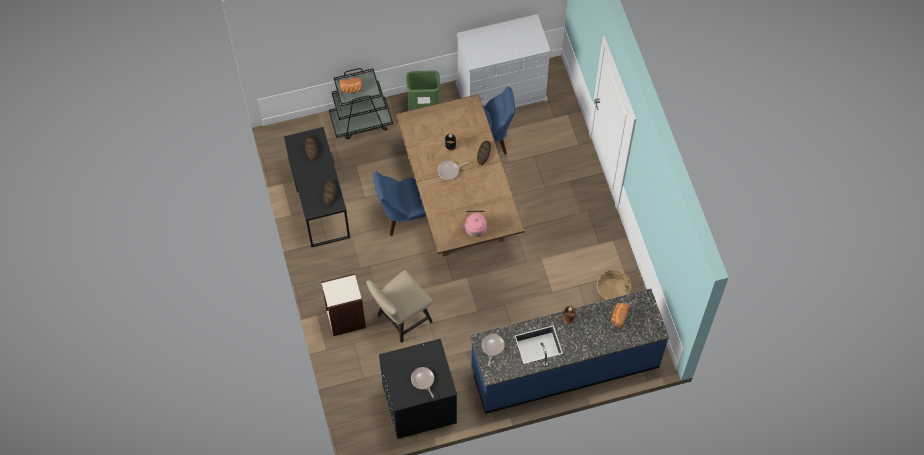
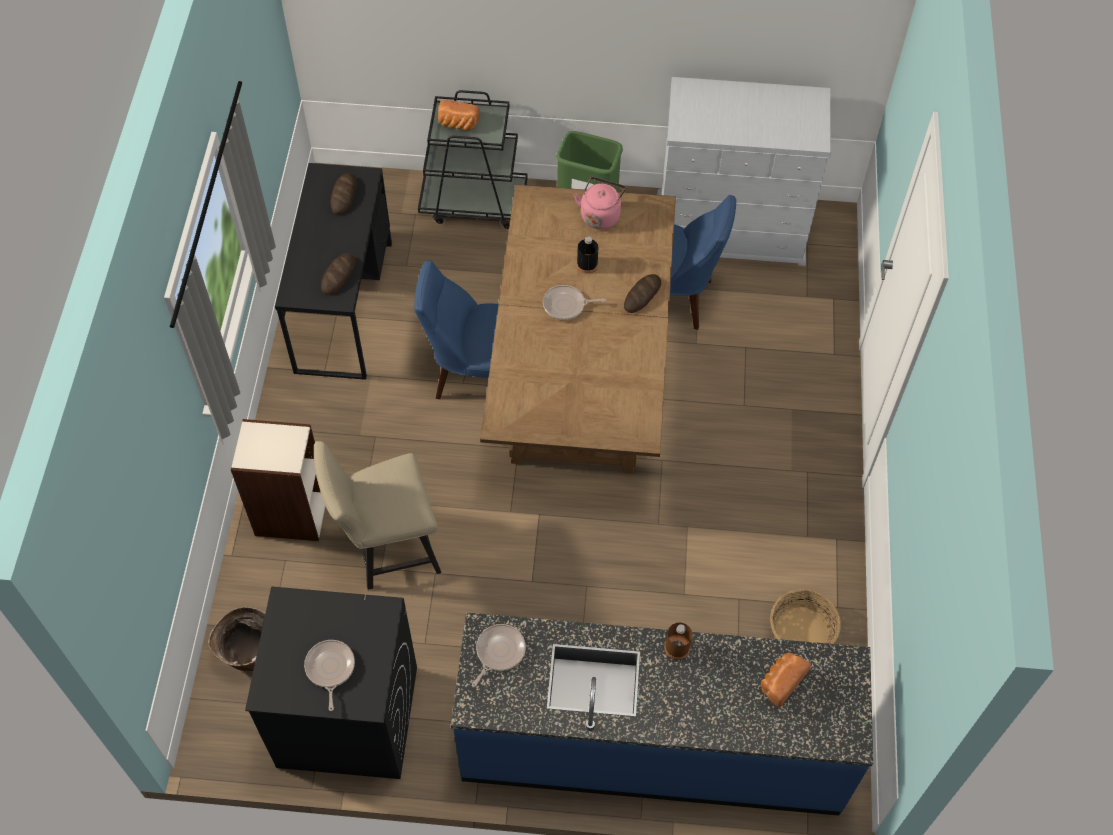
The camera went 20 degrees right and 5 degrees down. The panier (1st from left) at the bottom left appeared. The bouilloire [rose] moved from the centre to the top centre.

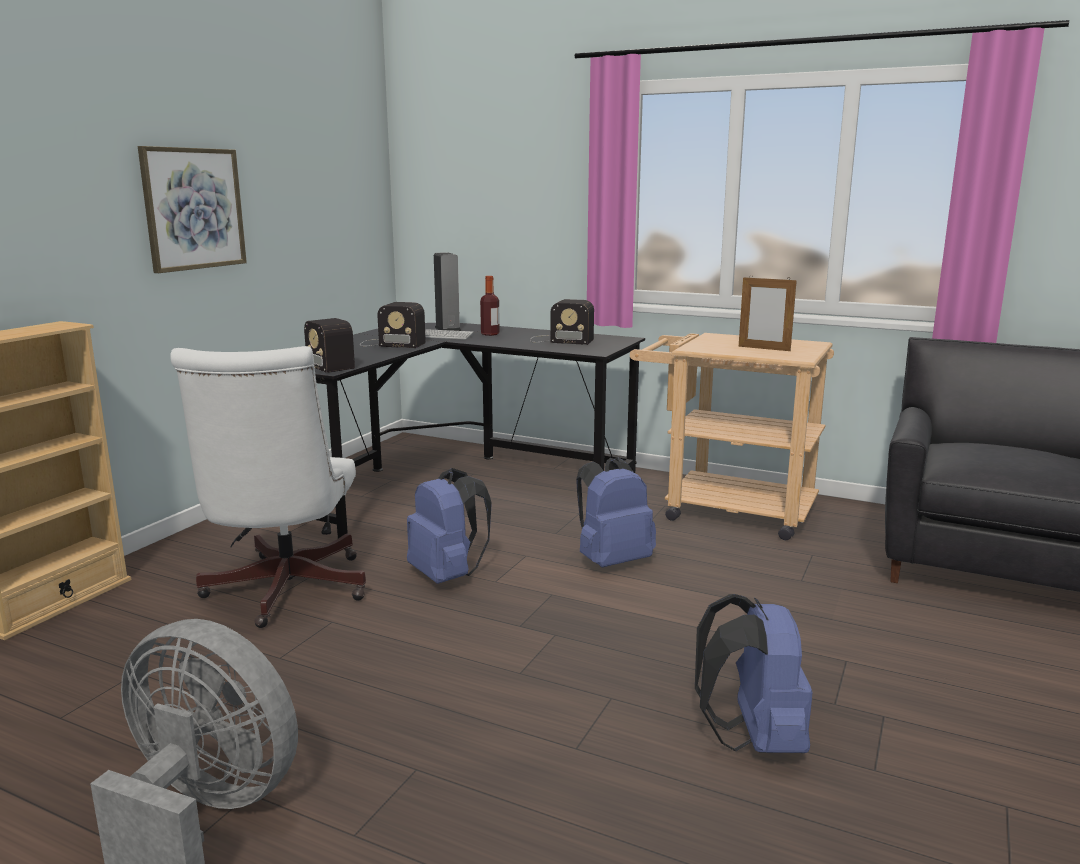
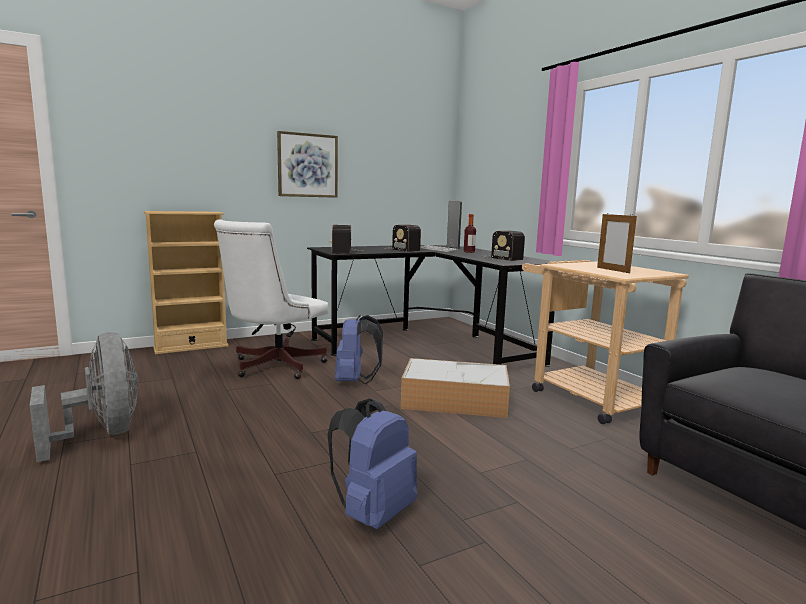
The camera went 35 degrees right and 5 degrees down. The sac à dos [bleu] (2nd from left) at the centre was replaced by the boîte de rangement at the centre.

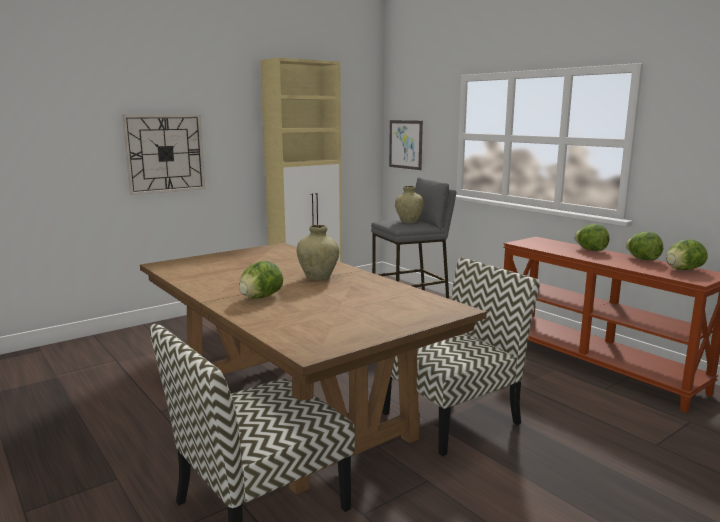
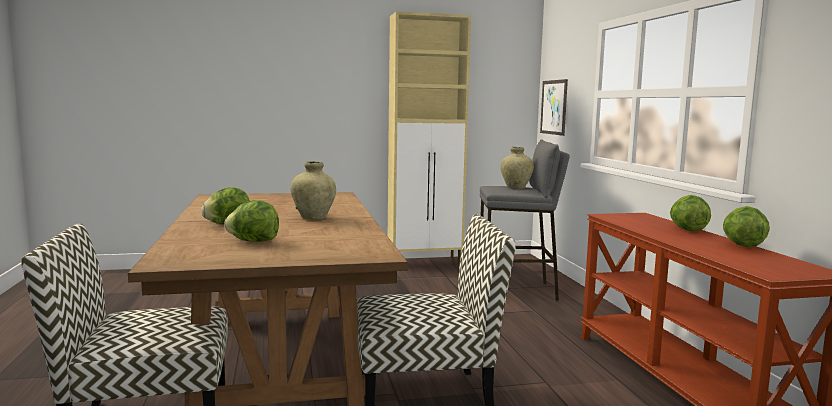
The camera went 25 degrees right and 5 degrees down. The laitue (4th from left in the first image) moved from the middle right to the middle left. The horloge murale at the top left disappeared.

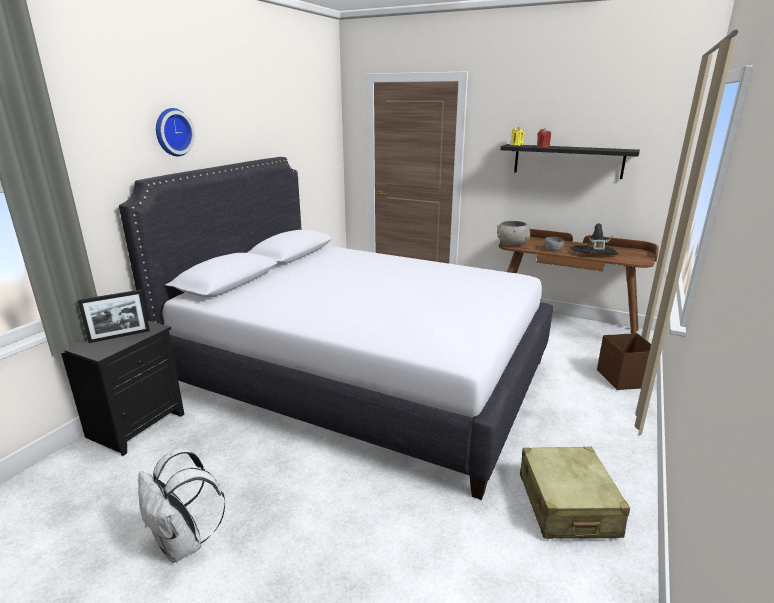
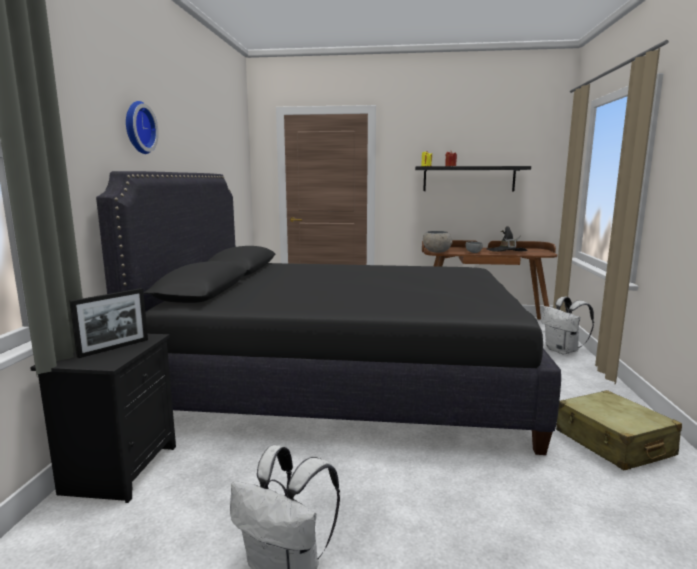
The camera went 20 degrees left and 10 degrees down. The lit [blanc] at the centre became the lit [noir] at the centre. The boîte de rangement [marron] at the middle right was replaced by the sac à dos [blanc] (2nd from left) at the middle right.

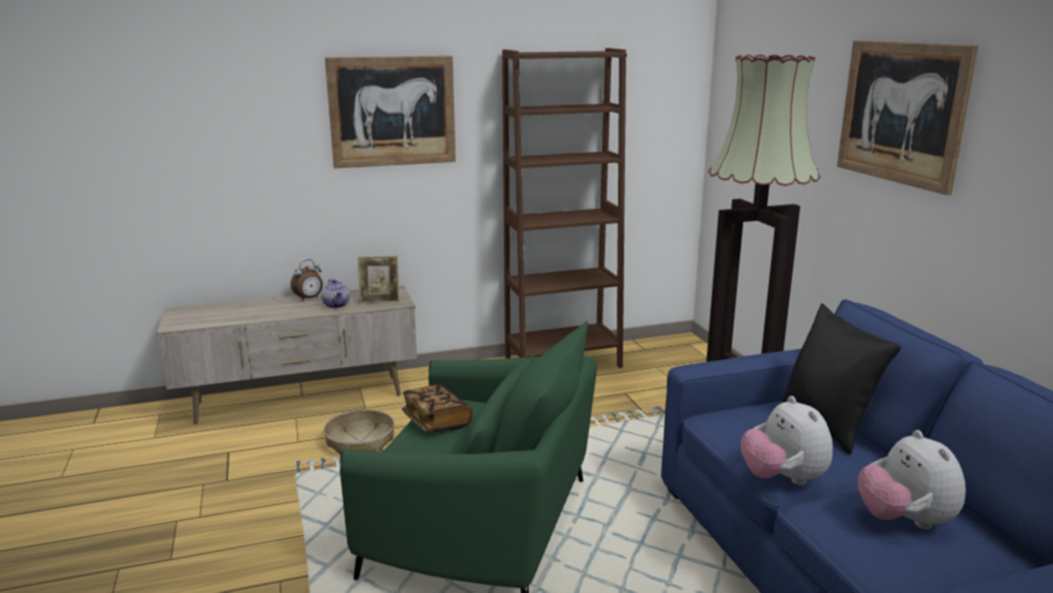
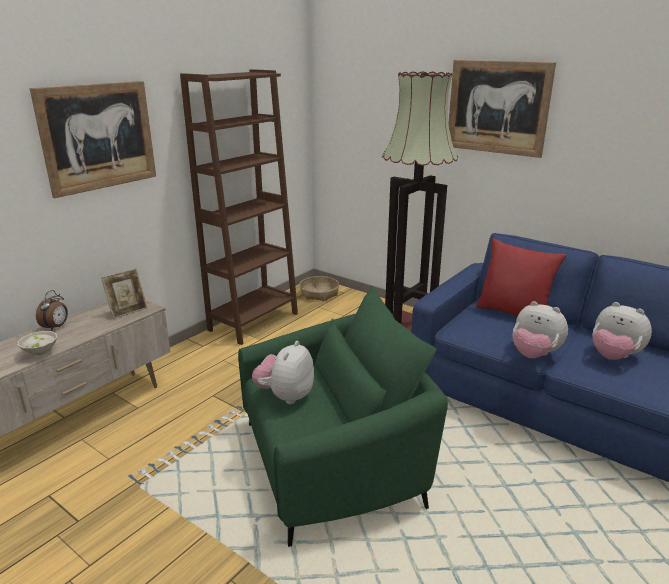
The camera went 35 degrees left and 5 degrees up. The bol [blanc] at the middle left appeared. The livre at the bottom centre was replaced by the peluche (1st from left) at the centre. The panier moved from the bottom centre to the centre. The coussin [noir] at the middle right became the coussin [rouge] at the middle right. The théière at the middle left disappeared.

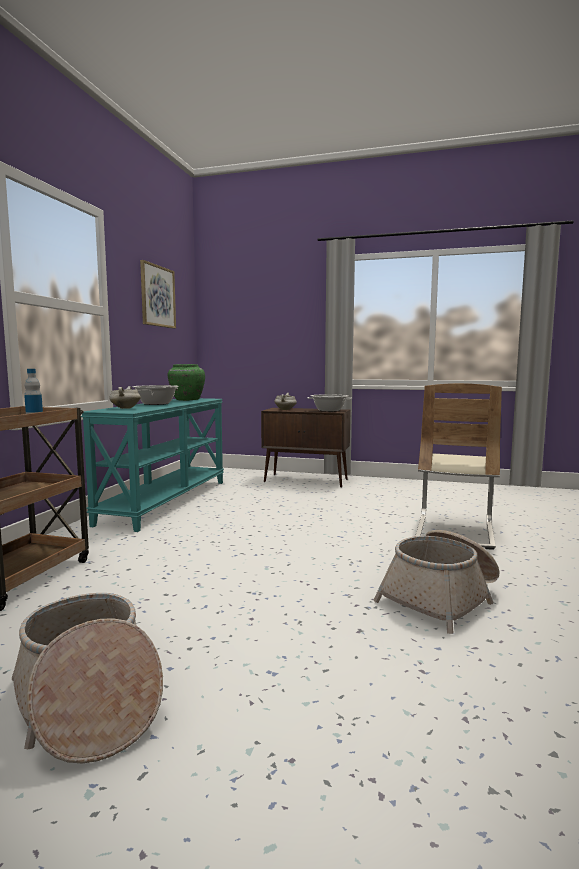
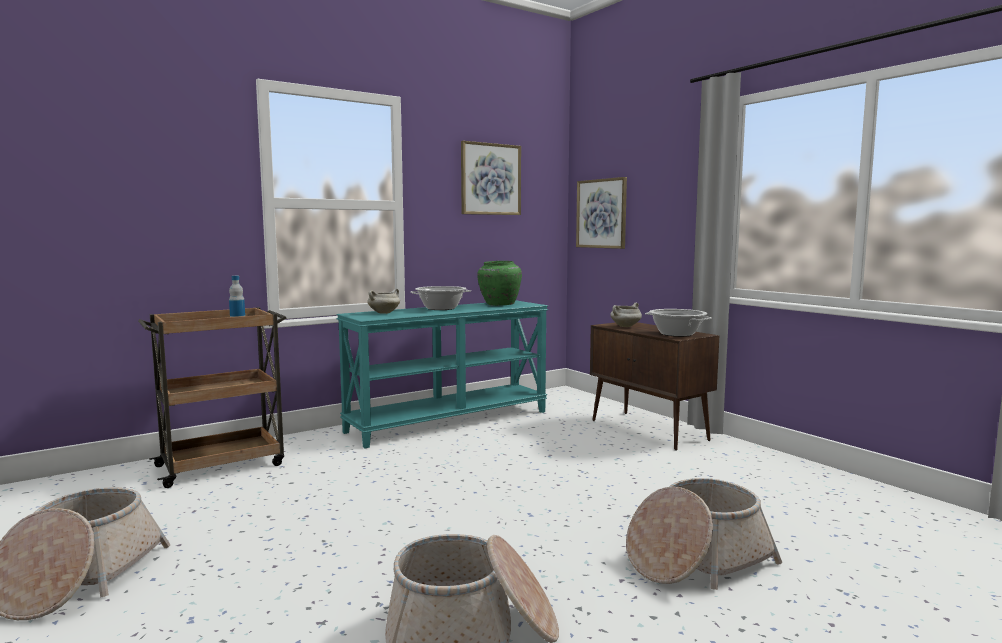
The camera went 40 degrees right and 0 degrees up. The tableau (2nd from left) at the top centre appeared. The chaise [beige] at the middle right was replaced by the panier (3rd from left) at the bottom right.

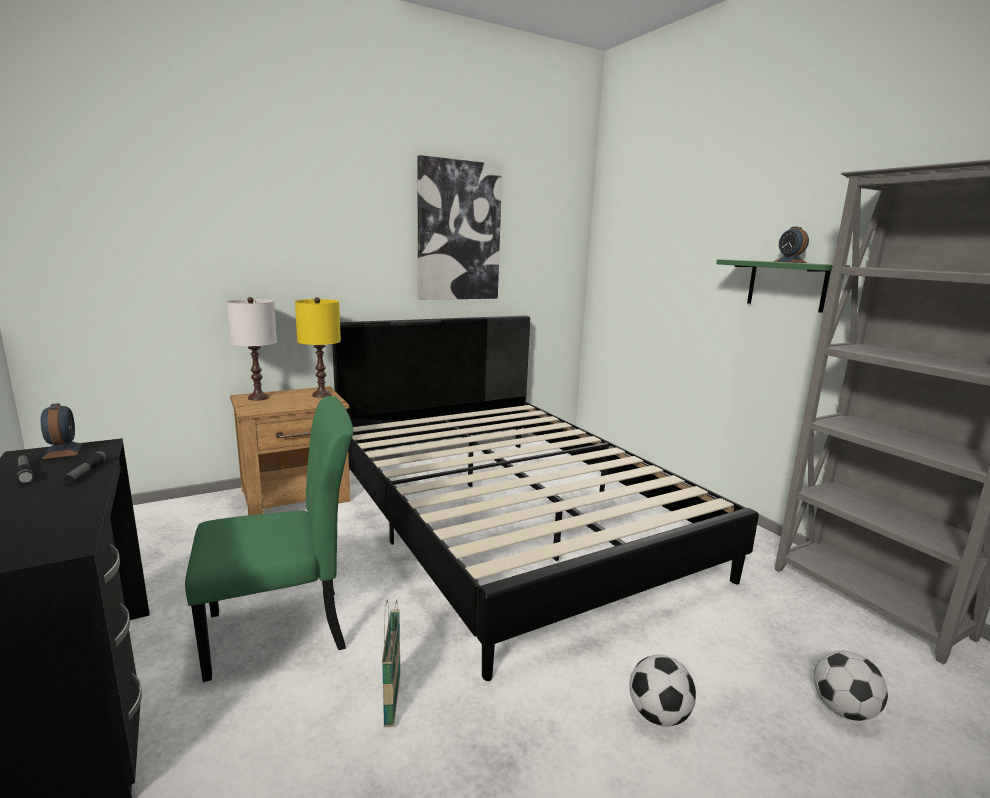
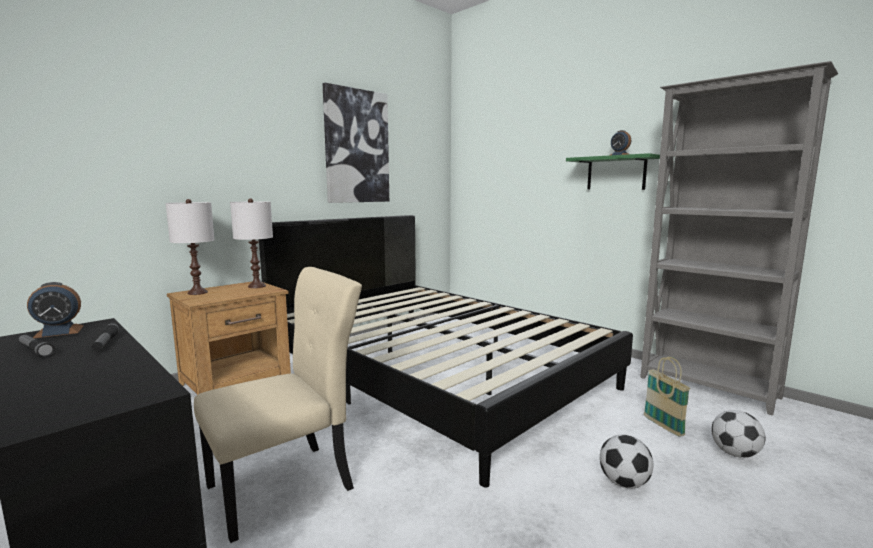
The camera went 15 degrees left and 5 degrees down. The réveil (1st from left) at the middle left turned 105 degrees clockwise. The chaise [vert] at the bottom left became the chaise [beige] at the bottom left. The lampe de table [jaune] at the middle left became the lampe de table [blanc] (2nd from left) at the middle left. The panier moved from the bottom centre to the bottom right.

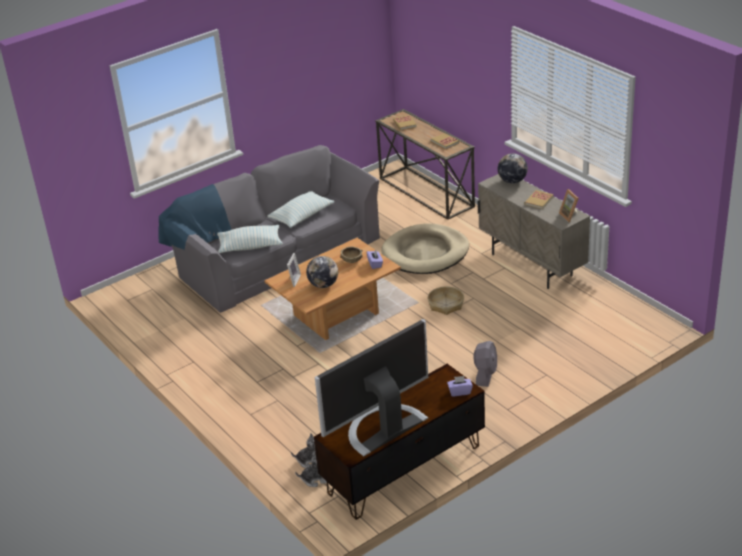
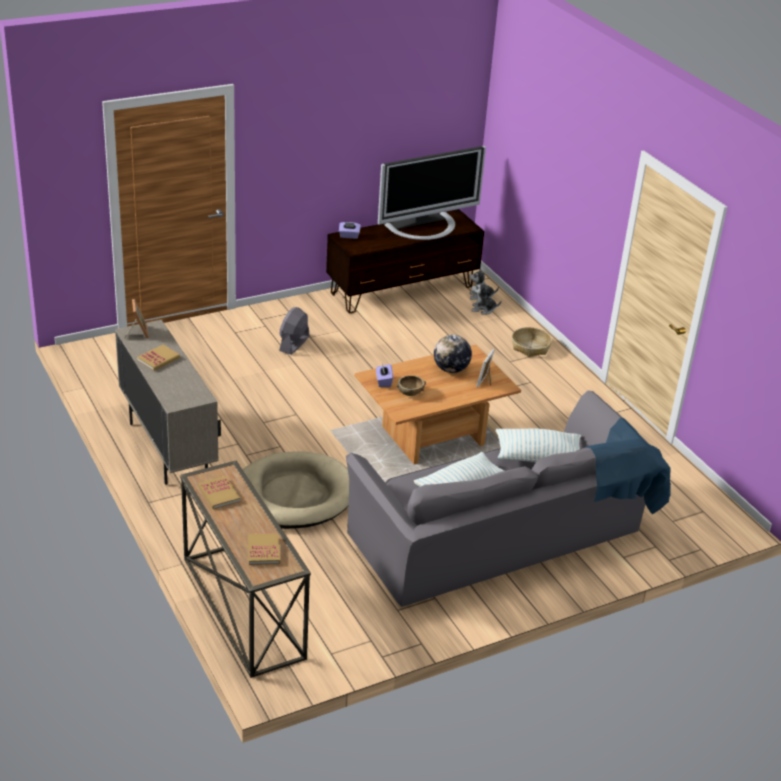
The camera went 175 degrees left and 0 degrees up. The panier moved from the centre to the middle right. The globe (2nd from left) at the top right disappeared.

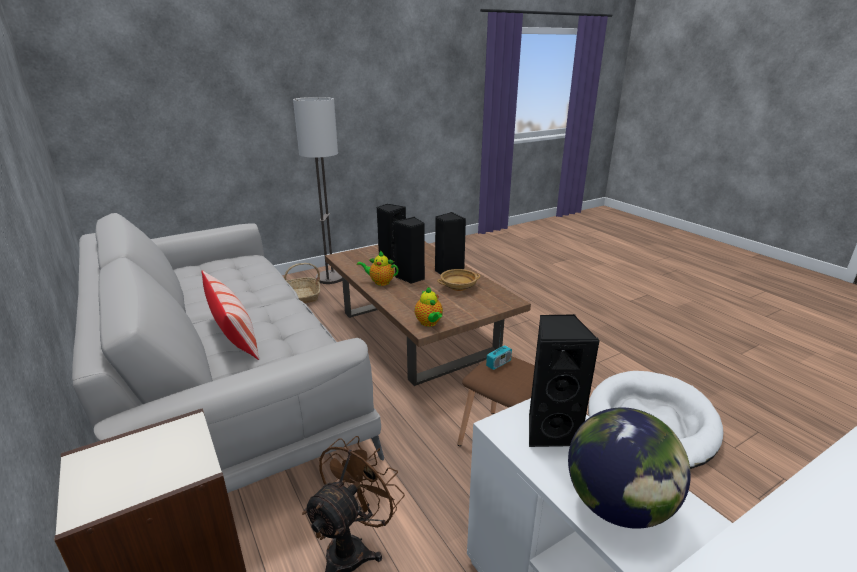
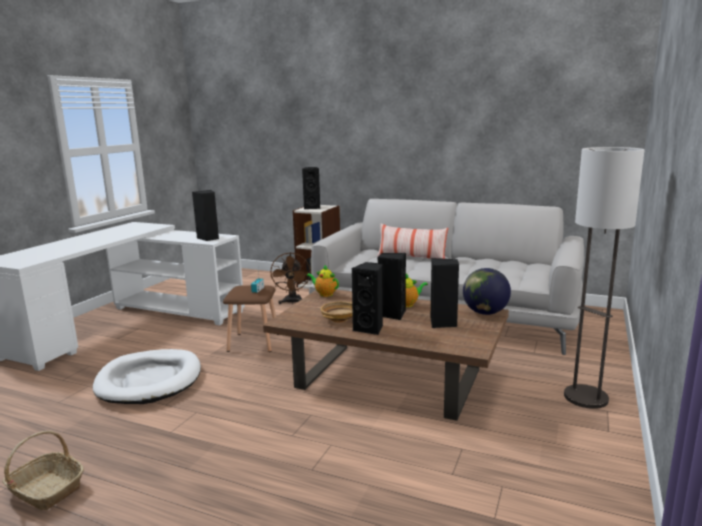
The camera went 145 degrees right and 10 degrees down. The panier moved from the centre to the bottom left. The enceinte [noir] (2nd from left) at the centre appeared. The globe moved from the bottom right to the middle right.

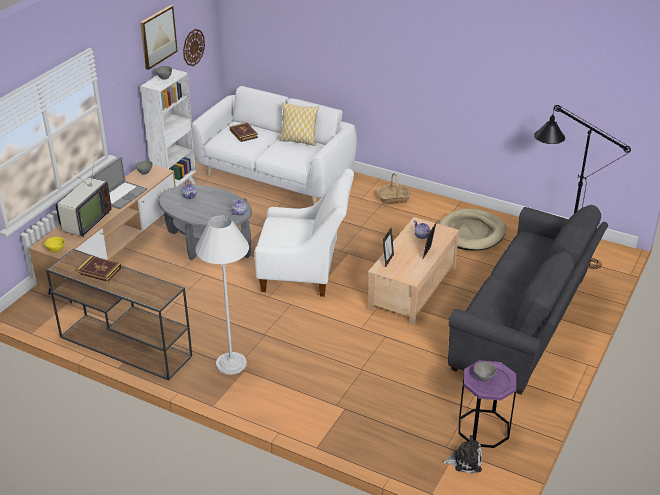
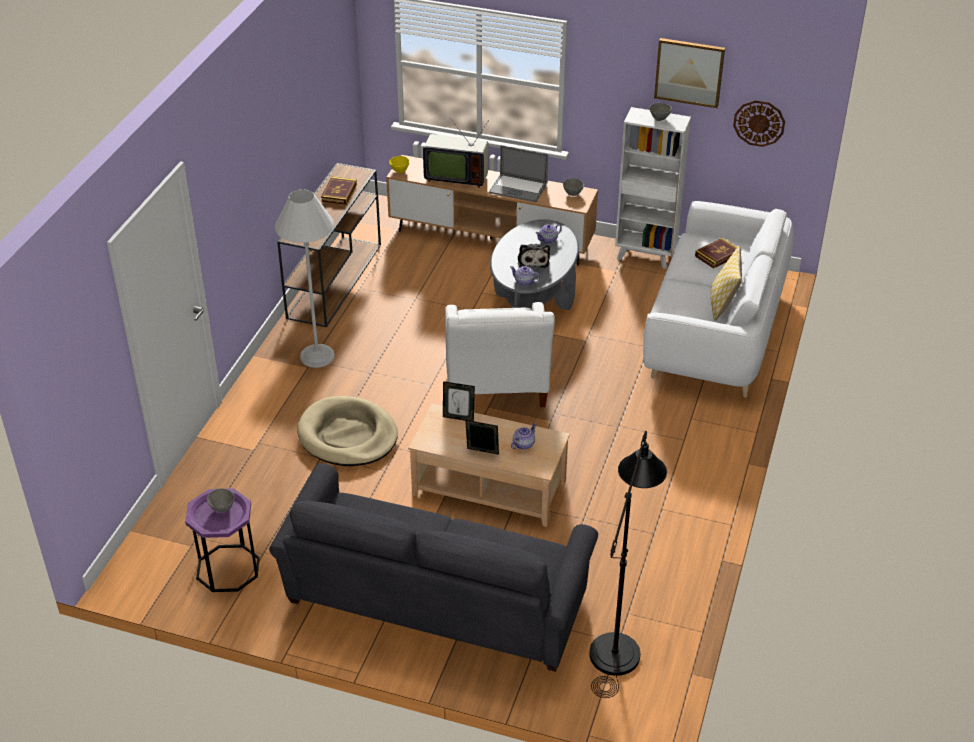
The camera went 80 degrees right and 5 degrees up. The panier pour chien [beige] moved from the middle right to the centre. The peluche moved from the bottom right to the centre. The panier at the centre disappeared.

